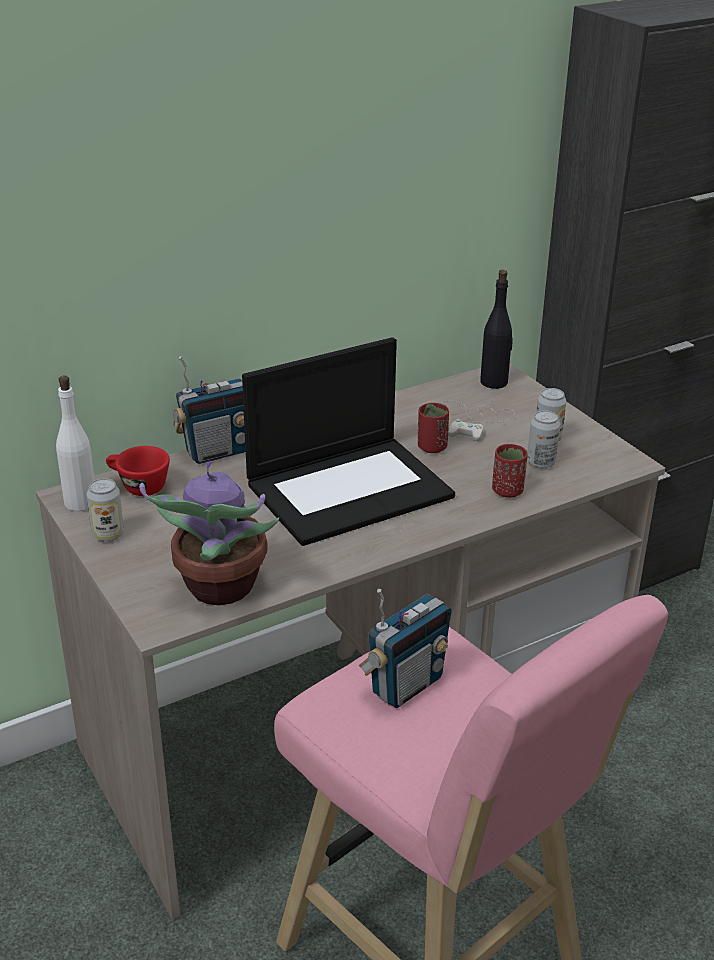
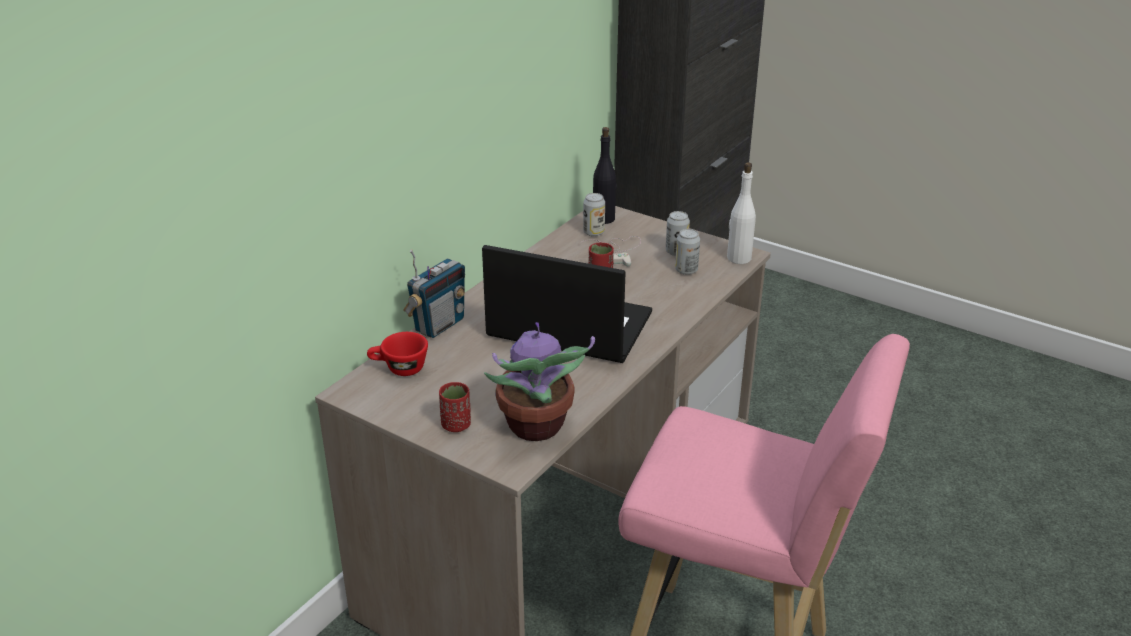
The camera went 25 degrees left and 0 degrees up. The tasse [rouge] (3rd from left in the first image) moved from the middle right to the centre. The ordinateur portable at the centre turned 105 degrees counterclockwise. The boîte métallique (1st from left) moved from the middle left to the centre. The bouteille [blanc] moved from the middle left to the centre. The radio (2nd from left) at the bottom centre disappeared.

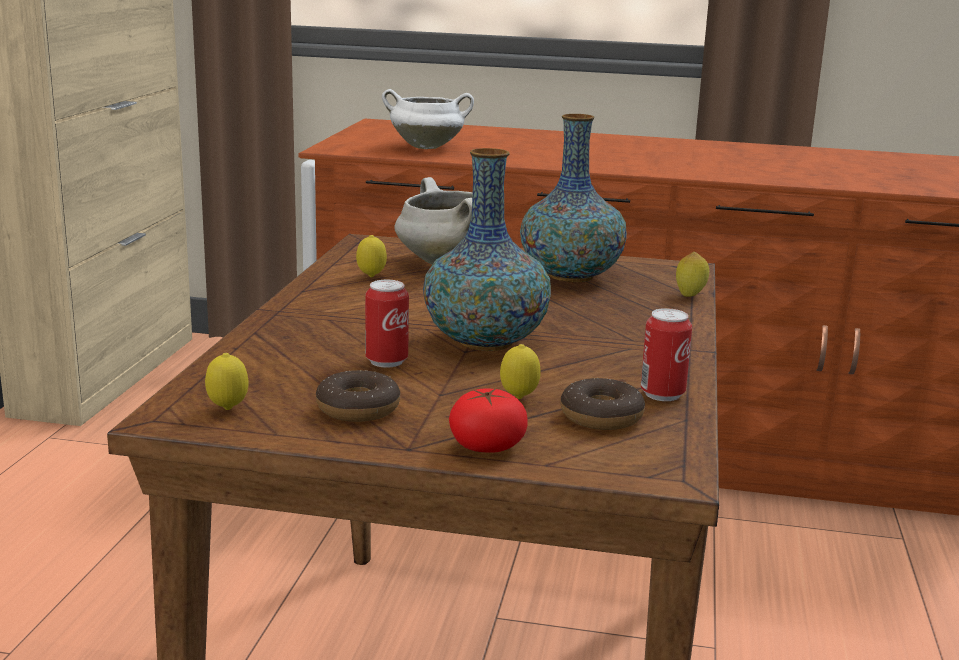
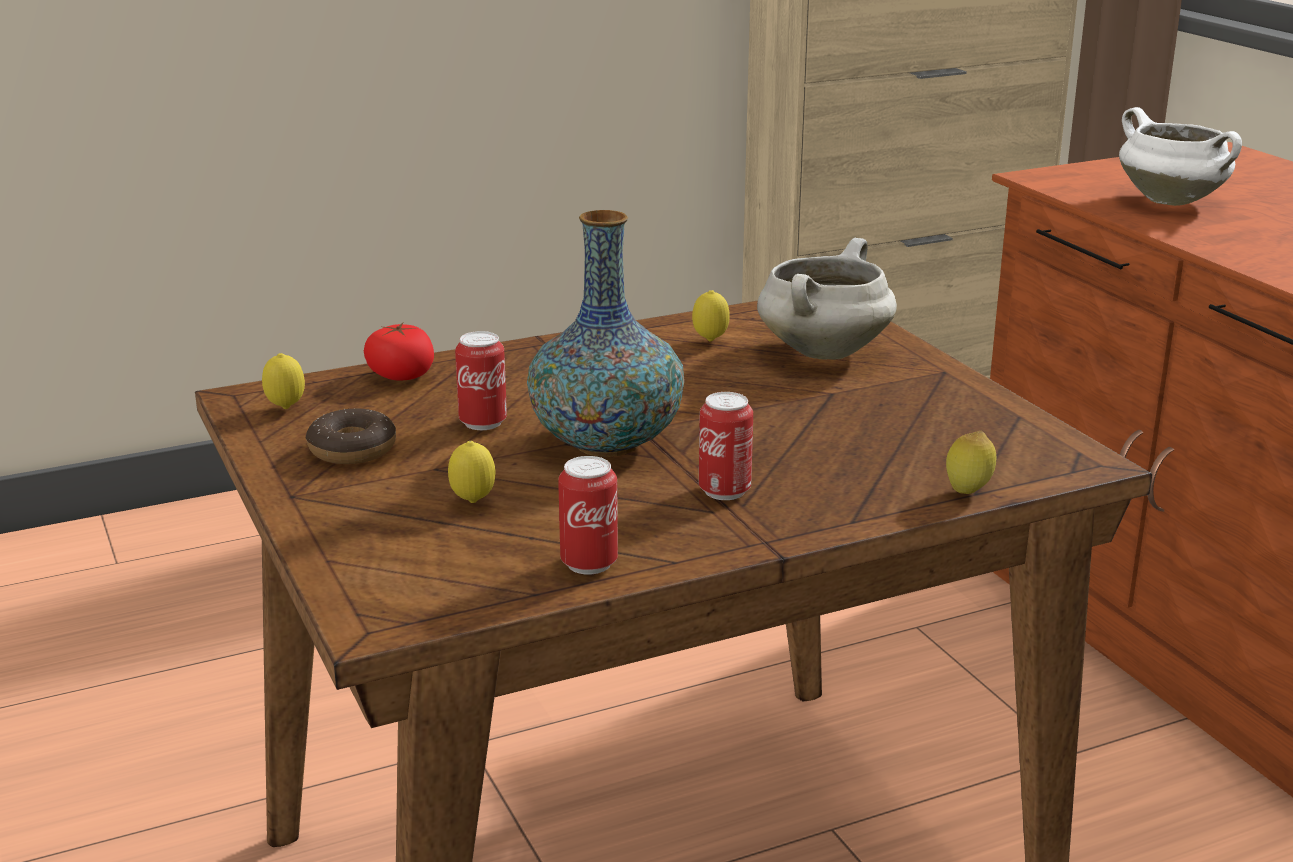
The camera went 55 degrees right and 5 degrees up. The tomate moved from the centre to the middle left. The boîte métallique (3rd from left) at the centre appeared. The vase (2nd from left) at the top centre disappeared. The beignet (2nd from left) at the centre disappeared.

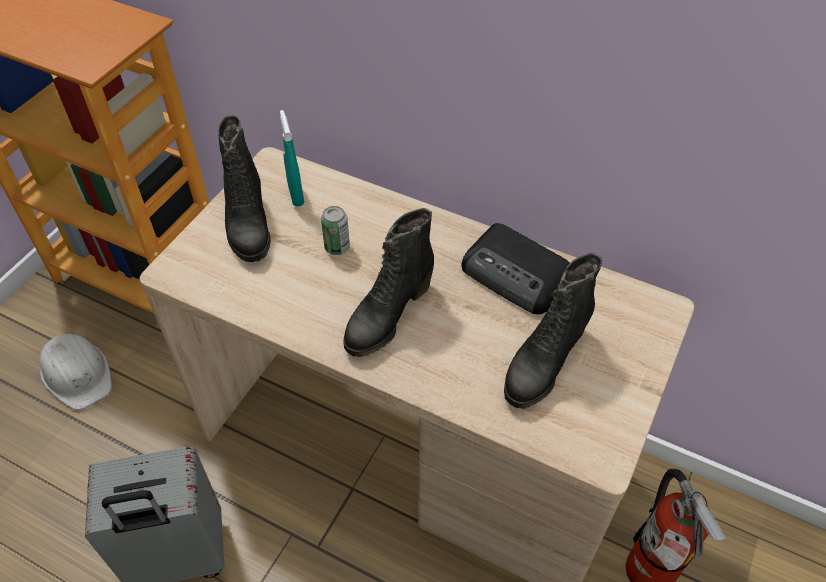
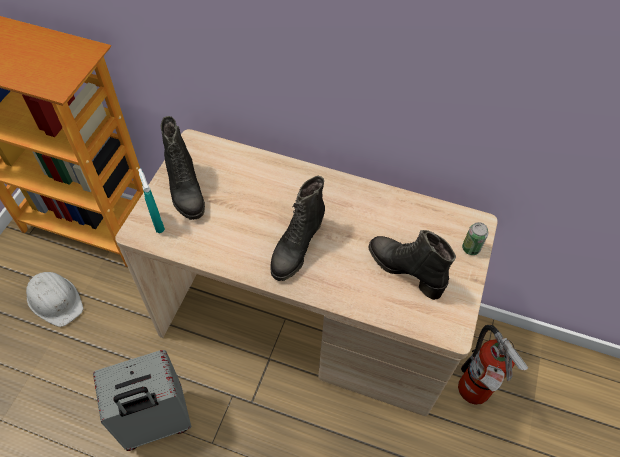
The camera went 10 degrees left and 5 degrees up. The vaporisateur [turquoise] moved from the top centre to the middle left. The botte [noir] (3rd from left) at the middle right turned 105 degrees clockwise. The boîte métallique moved from the centre to the middle right. The radio at the centre disappeared.

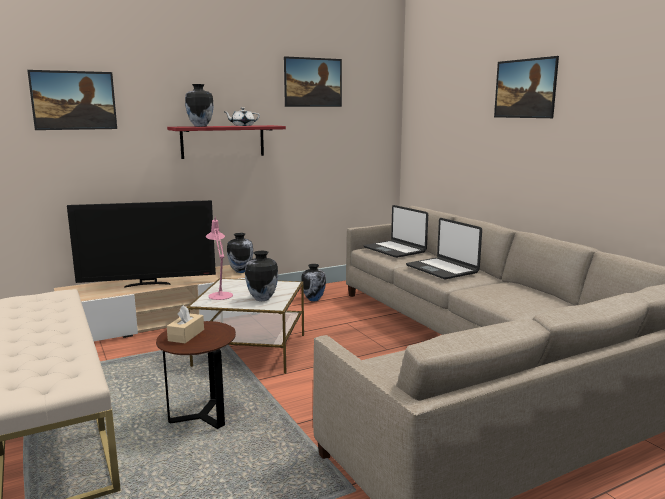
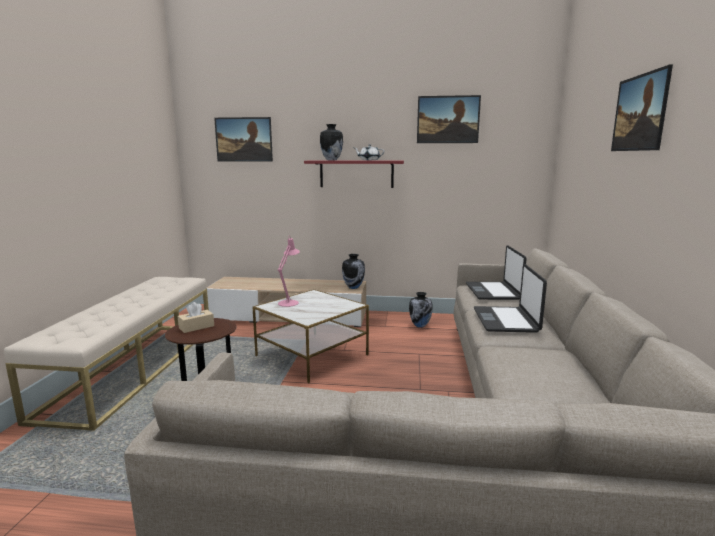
The camera went 35 degrees right and 0 degrees up. The téléviseur at the middle left disappeared. The vase (3rd from left) at the centre disappeared.

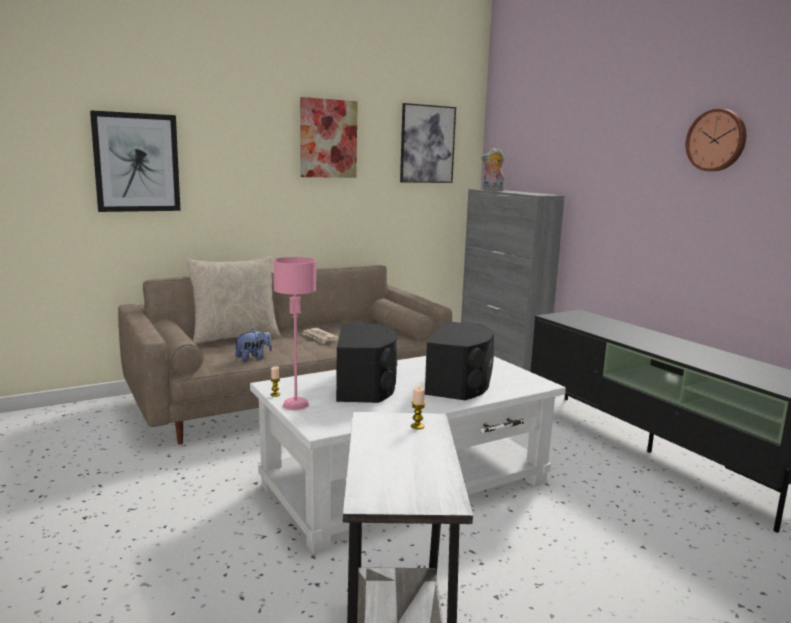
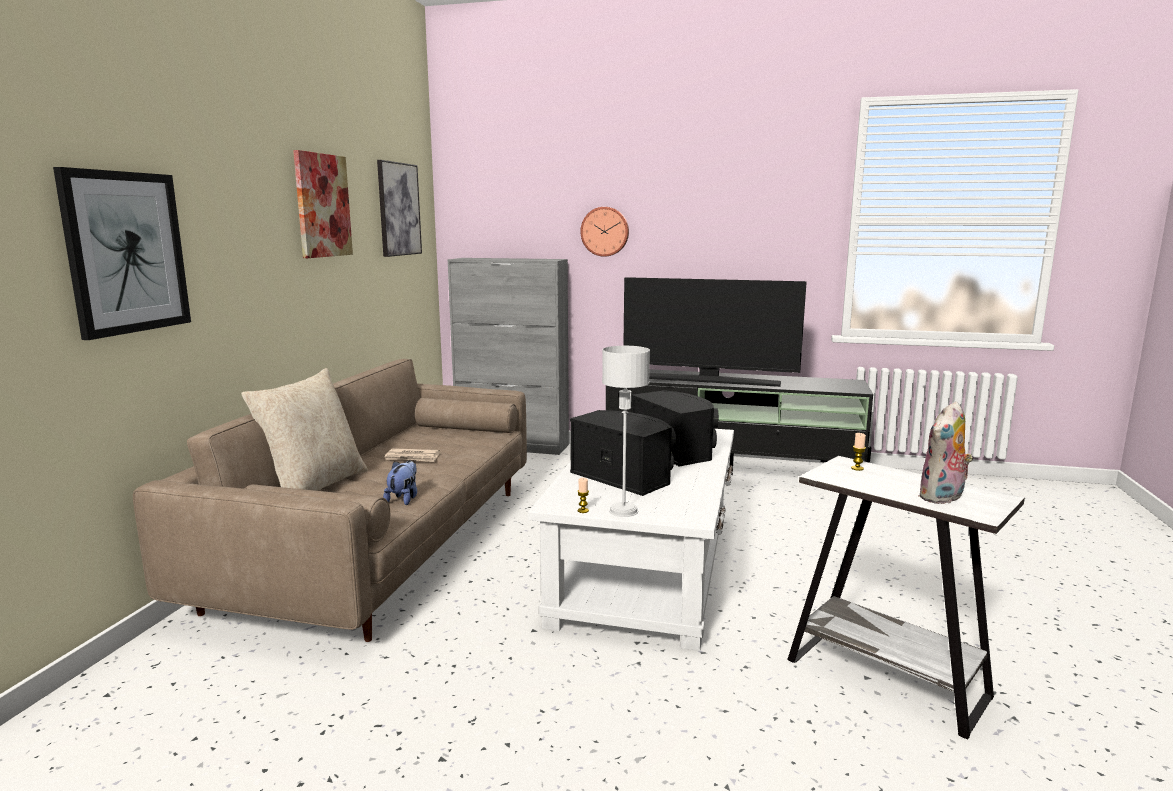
The camera went 45 degrees left and 0 degrees up. The horloge murale moved from the top right to the top centre. The lampe de table [rose] at the centre became the lampe de table [gris] at the centre. The téléviseur at the centre appeared. The peluche (2nd from left) moved from the top centre to the middle right.

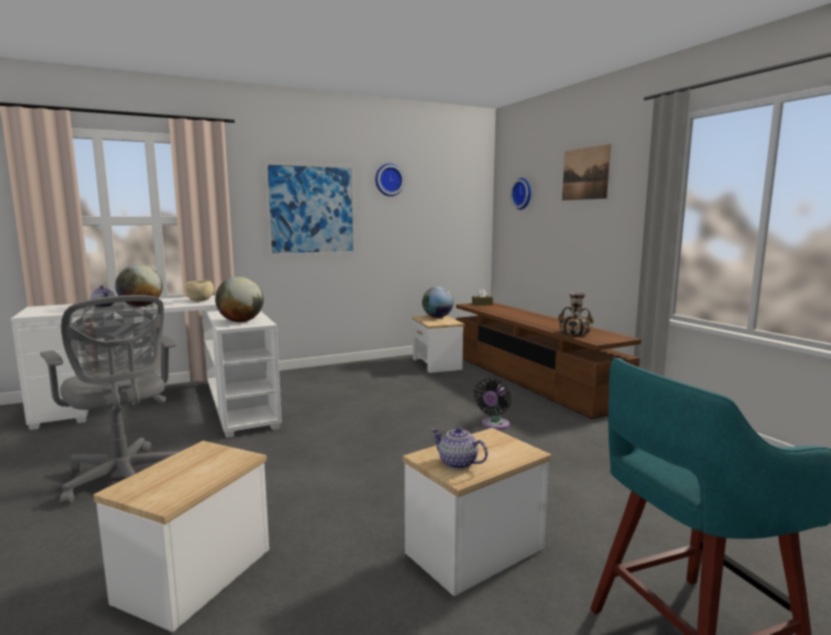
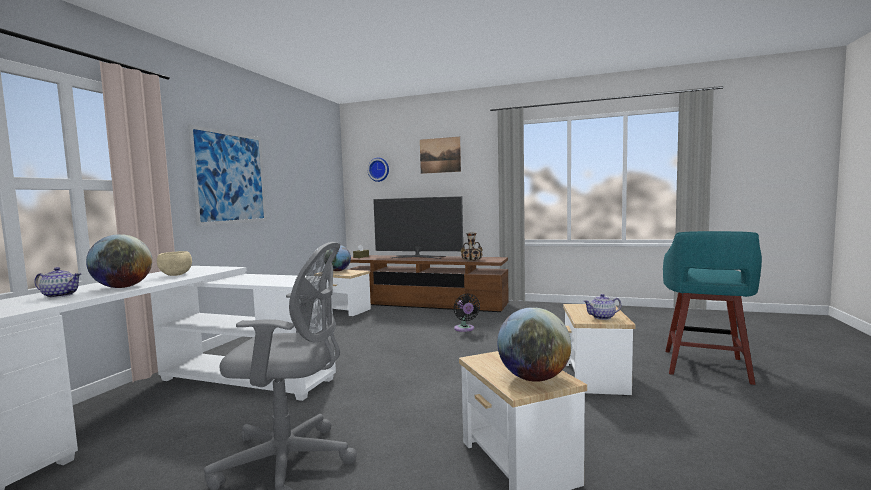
The camera went 45 degrees left and 5 degrees down. The téléviseur at the centre appeared. The globe (2nd from left in the first image) moved from the middle left to the bottom centre. The horloge murale (1st from left) at the top centre disappeared.

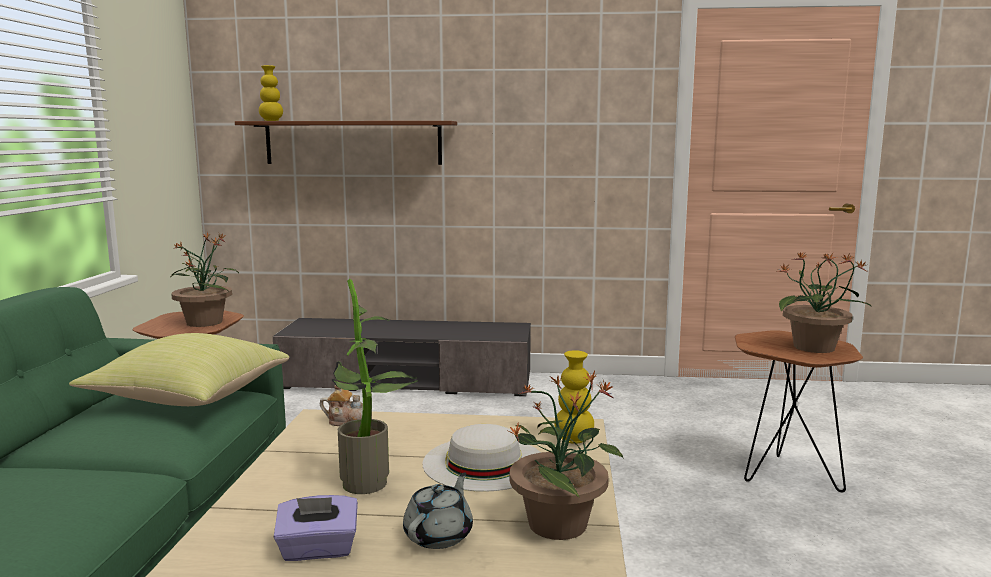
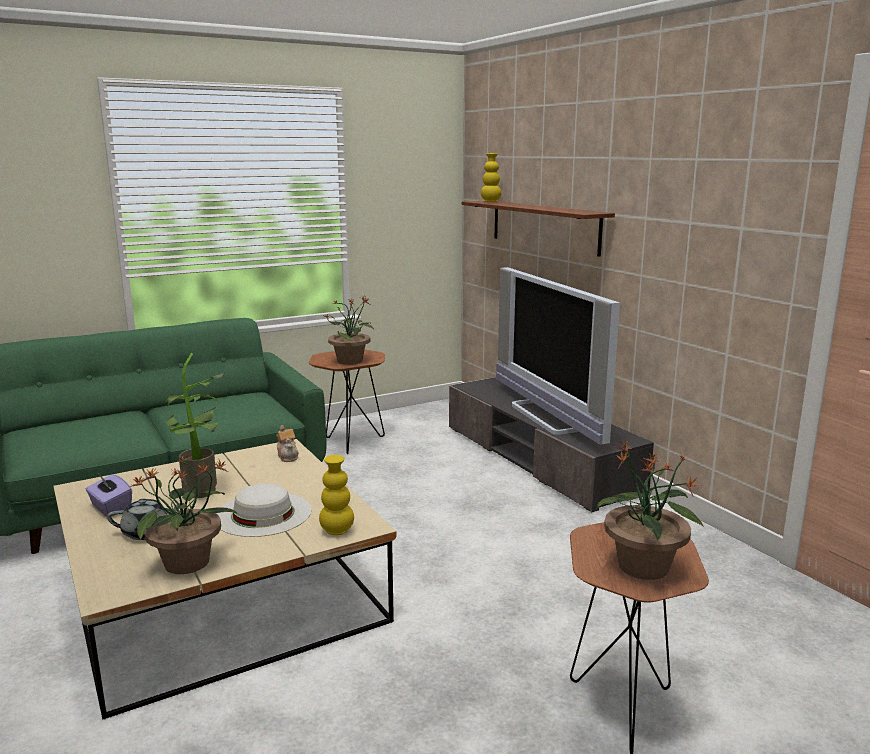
The camera went 55 degrees right and 5 degrees up. The téléviseur at the centre appeared. The coussin [jaune] at the middle left disappeared.

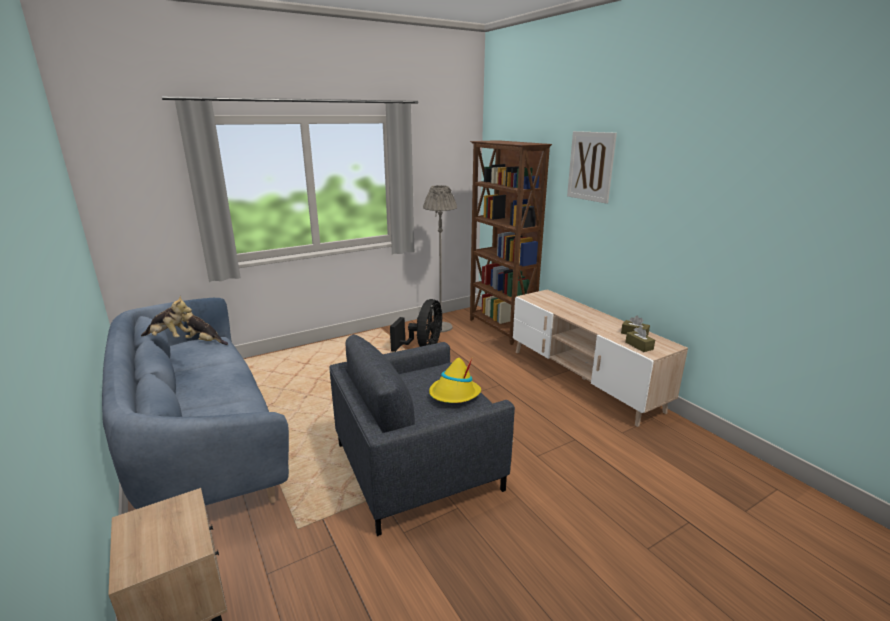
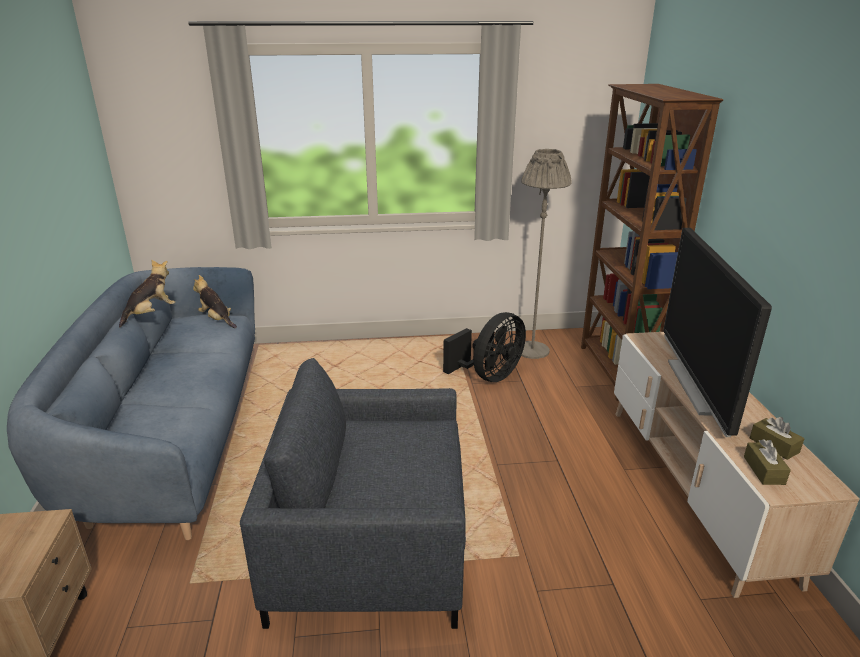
The camera went 25 degrees right and 5 degrees up. The peluche (1st from left) at the middle left turned 90 degrees counterclockwise. The téléviseur at the middle right appeared. The chapeau [jaune] at the centre disappeared. The tableau at the top centre disappeared.

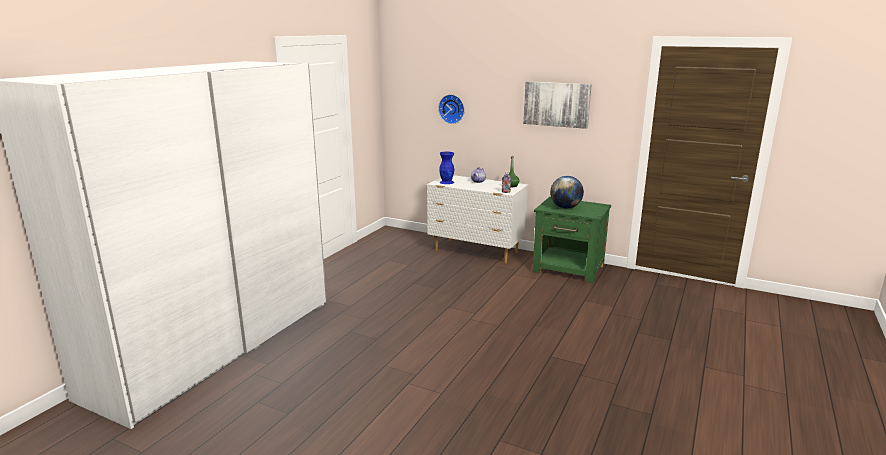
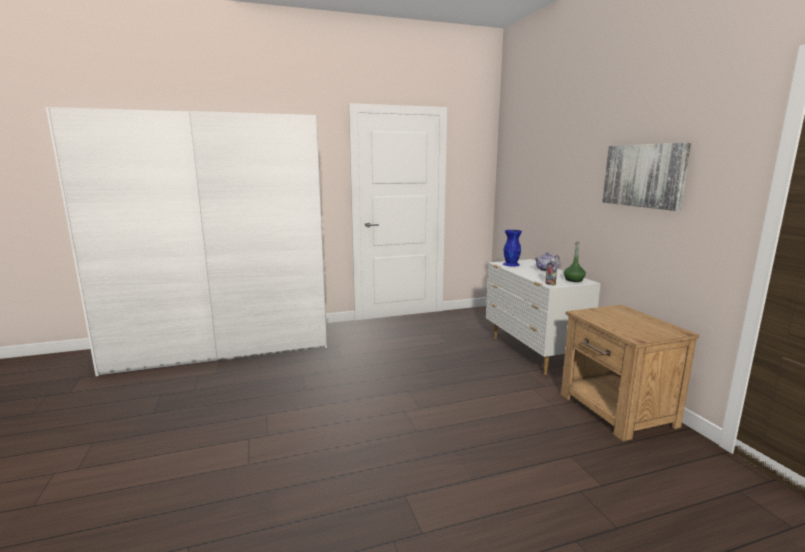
The camera went 45 degrees right and 5 degrees down. The table de chevet [vert] at the centre became the table de chevet [marron] at the bottom right. The horloge murale at the top centre disappeared. The globe at the centre disappeared.

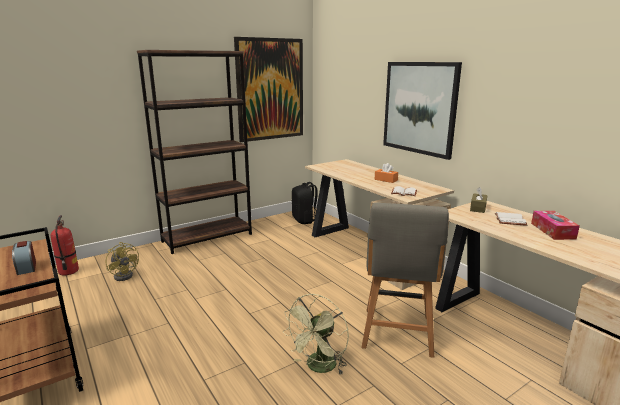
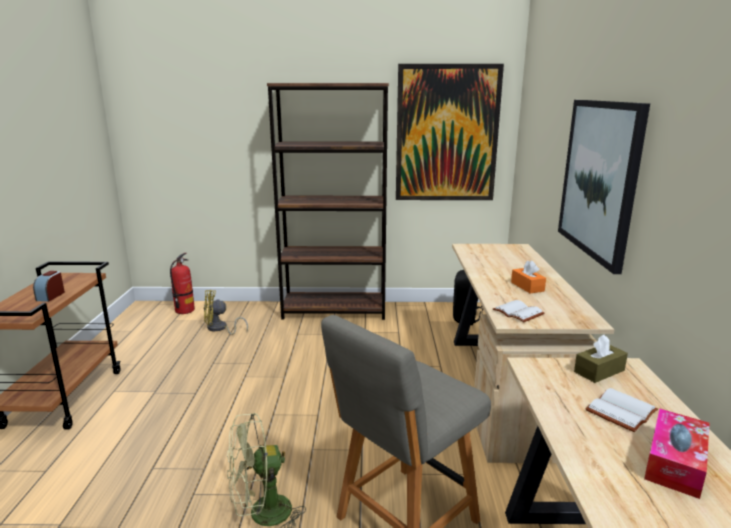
The camera went 35 degrees right and 0 degrees up. The ventilateur [jaune] at the middle left turned 90 degrees clockwise.

